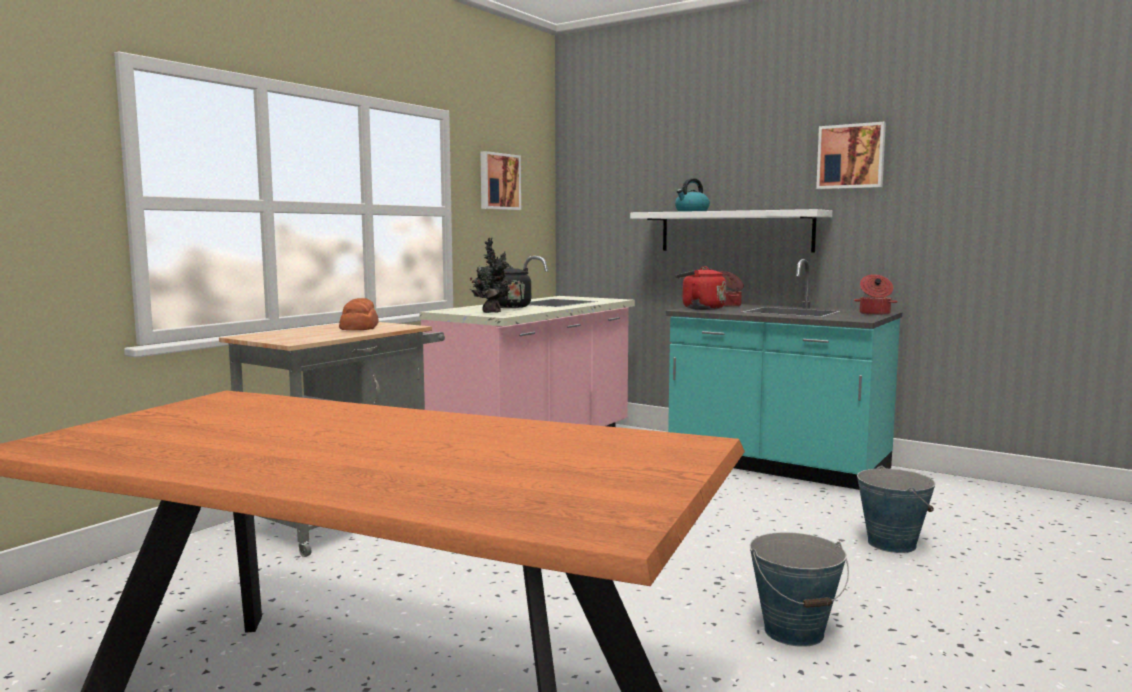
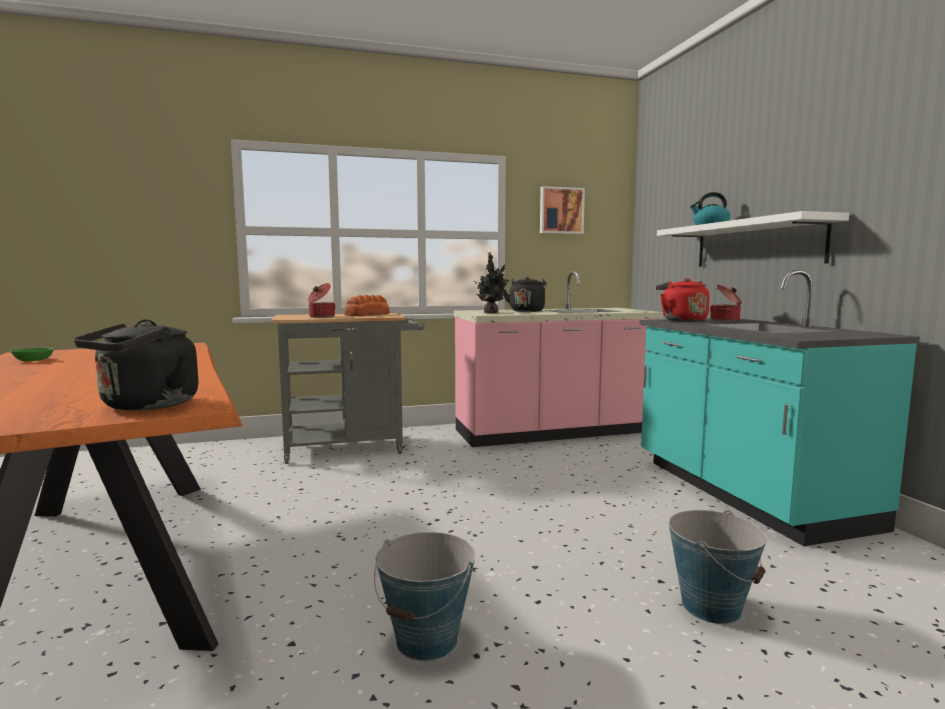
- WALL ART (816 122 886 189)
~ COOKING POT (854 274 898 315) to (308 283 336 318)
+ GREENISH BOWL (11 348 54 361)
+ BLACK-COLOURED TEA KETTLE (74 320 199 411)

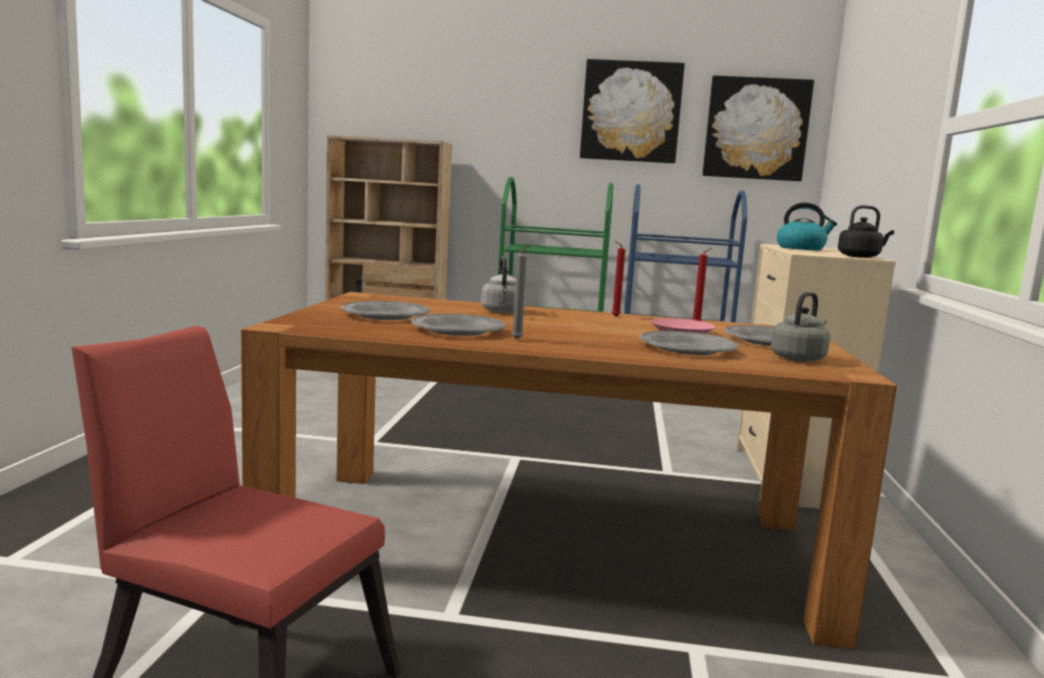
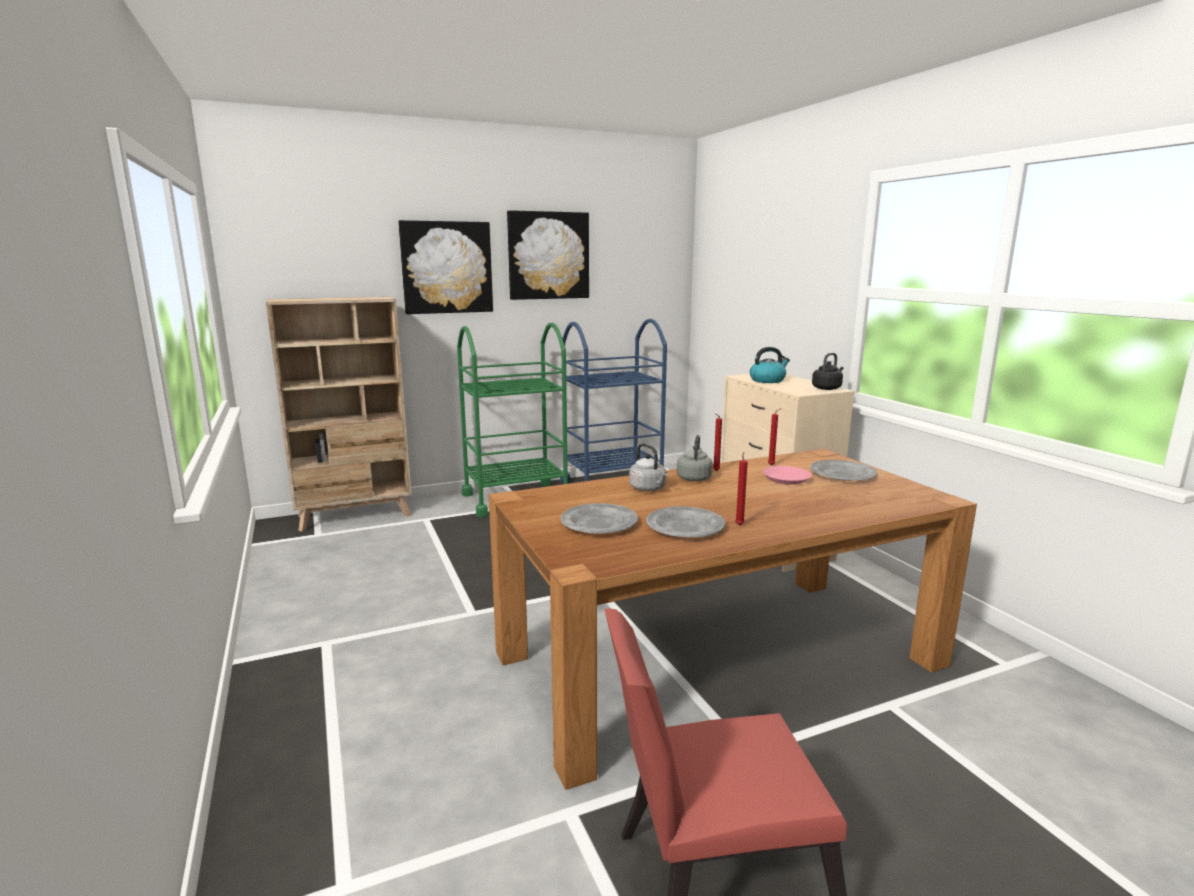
~ GREY WAX LIGHT (512 246 529 339) to RED WAX LIGHT (735 452 748 526)
- GREY DINNER PLATE (640 331 738 355)
~ WALL ART (702 76 814 181) to (398 220 493 314)
~ GREY TEA KETTLE (771 292 830 362) to (677 435 713 481)

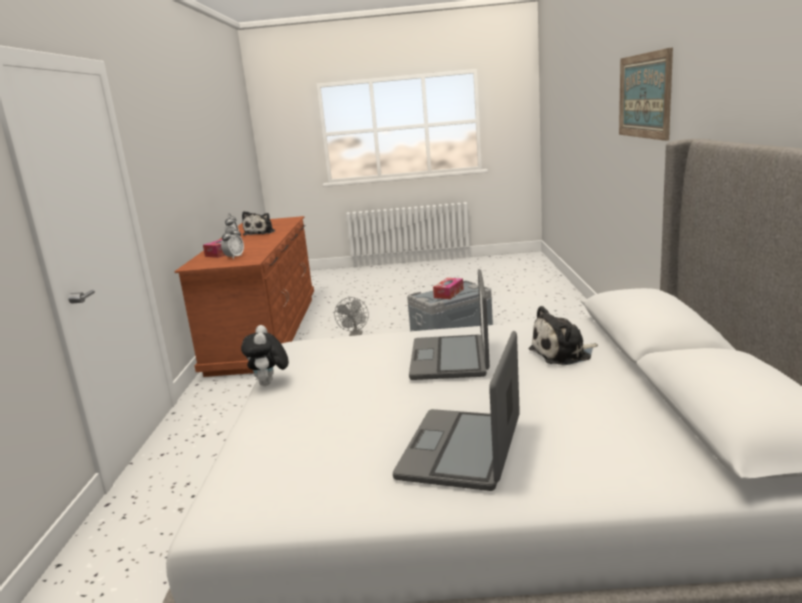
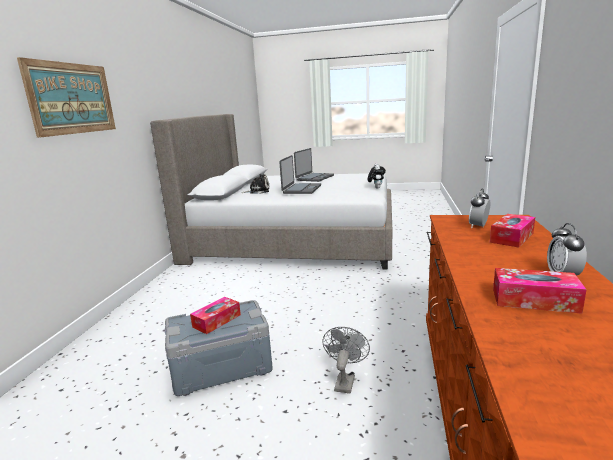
~ PLUSH TOY (242 211 275 235) to TISSUE HOLDER (493 268 587 314)

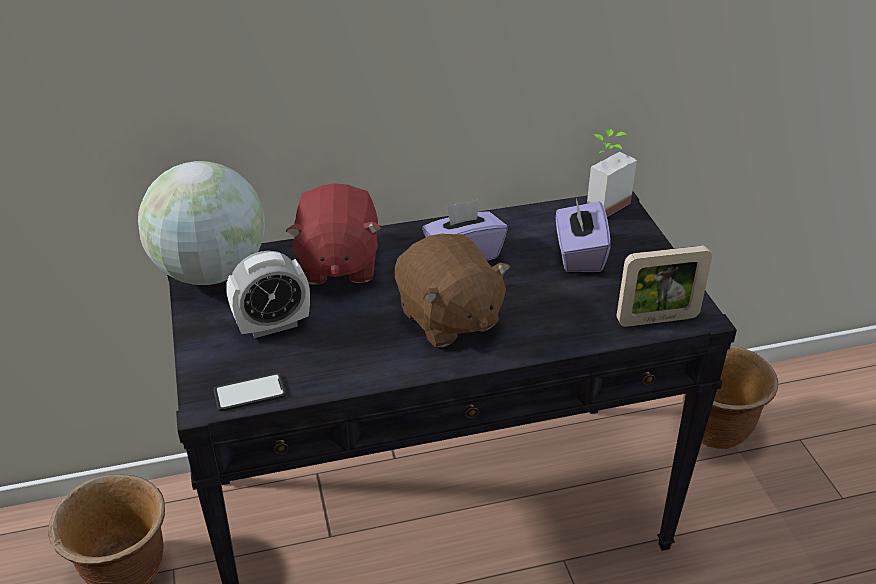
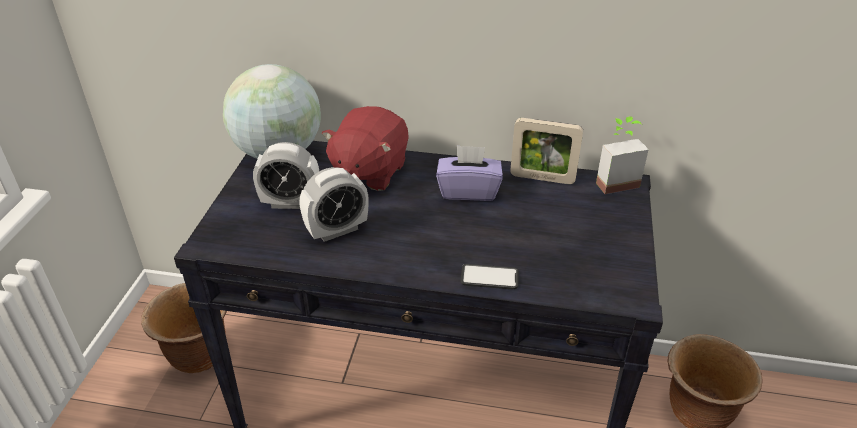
~ HANDSET (213 373 287 411) to (460 264 519 289)
- BROWN PLUSH TOY (395 234 510 347)
- PURPLE TISSUE HOLDER (556 198 611 272)
~ PHOTO FRAME (617 246 712 327) to (510 118 583 184)
+ BEDSIDE CLOCK (300 167 369 242)

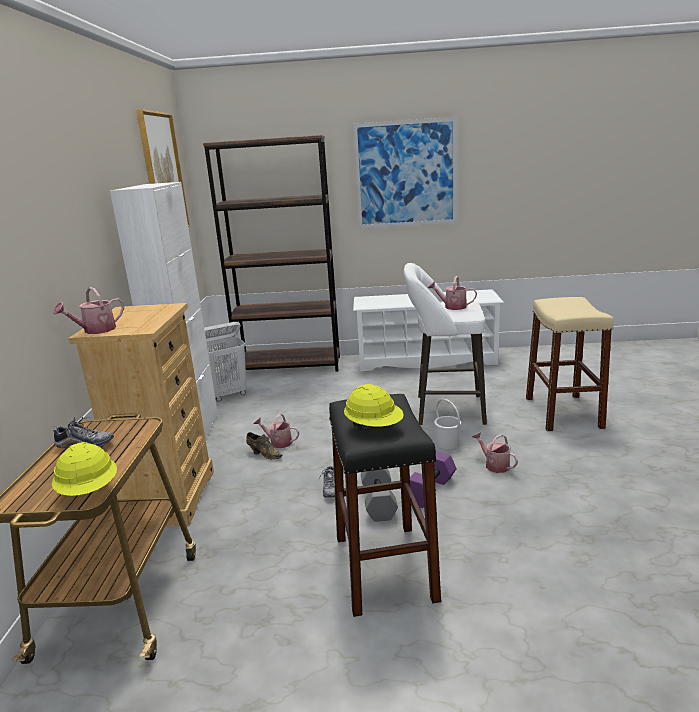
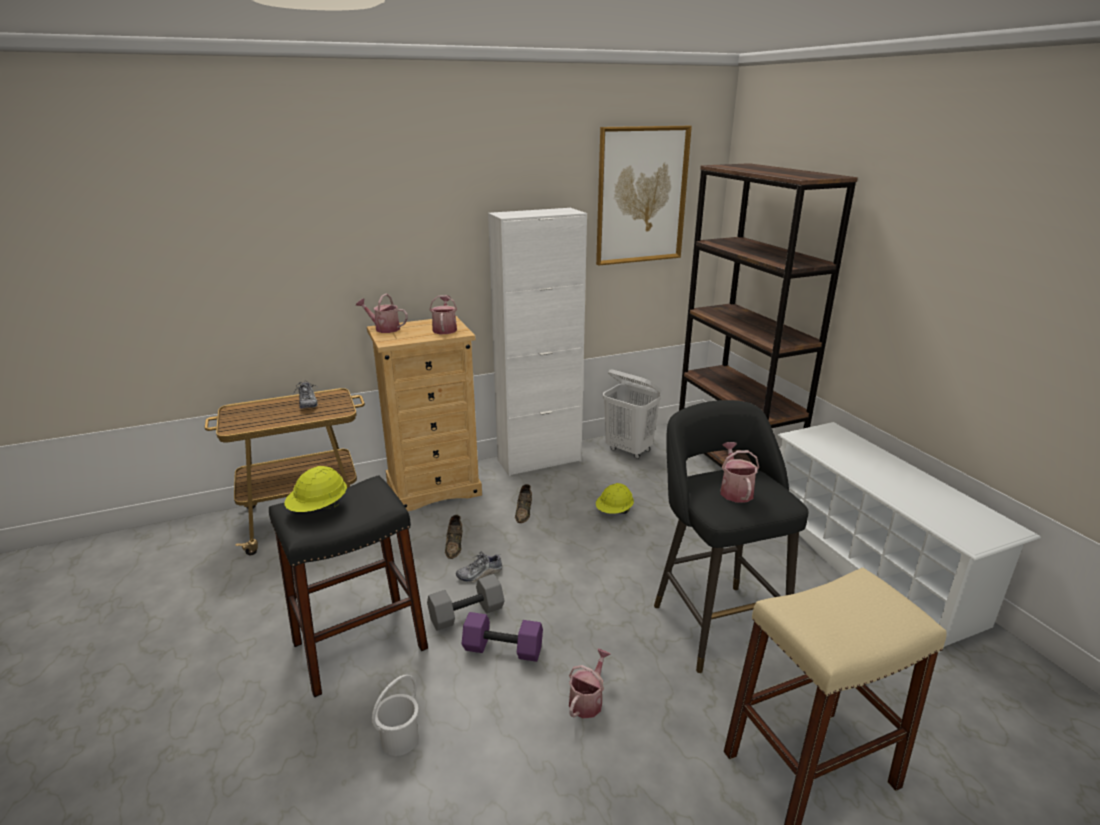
~ YELLOWISH HARD HAT (52 442 117 496) to (596 483 634 514)
~ WATERING CAN (254 414 299 448) to (430 295 457 334)
- WALL ART (353 117 457 229)
~ WHITISH SITTING STOOL (404 263 487 425) to BLACK-COLOURED SITTING STOOL (654 400 808 673)
~ WHITISH BUCKET (434 399 461 449) to (372 675 419 756)
+ BROWN ITEM OF FOOTWEAR (445 515 463 559)

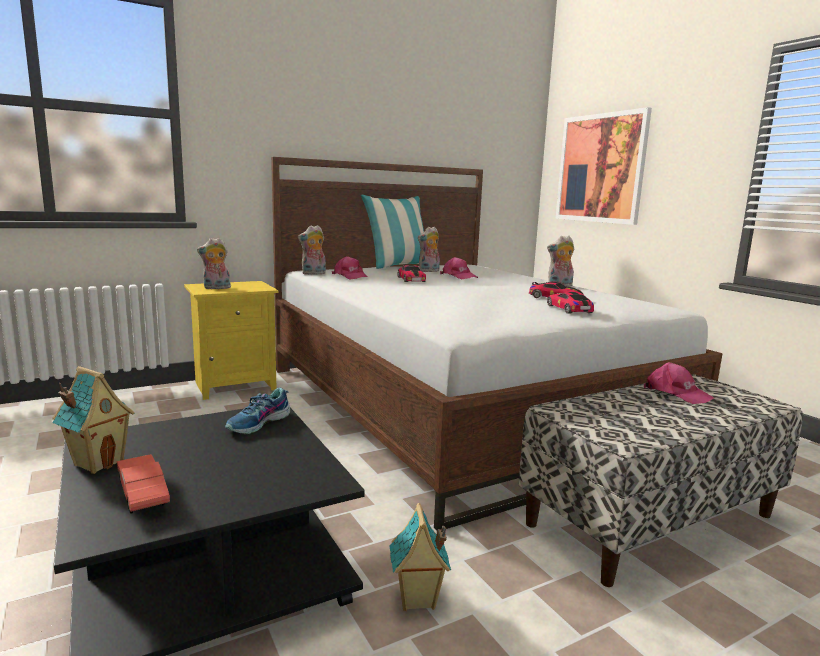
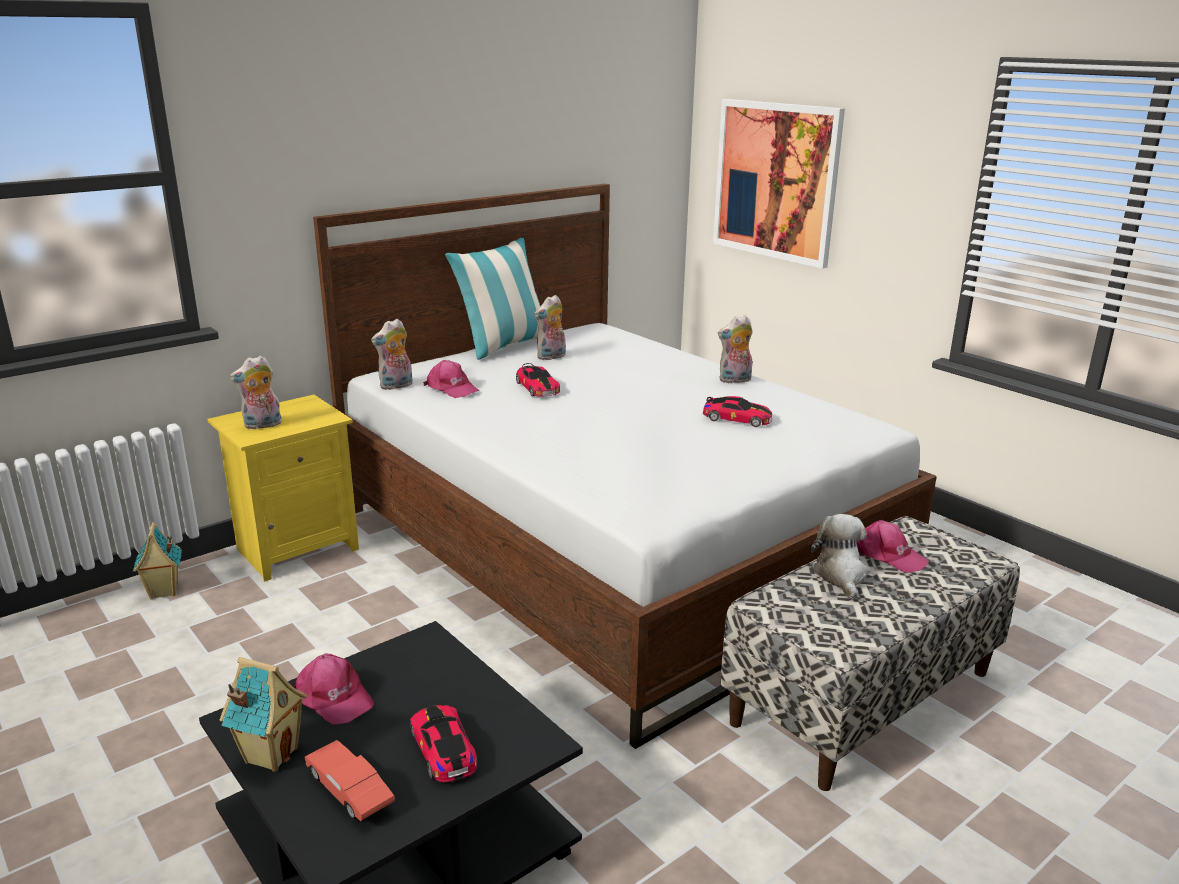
- ITEM OF FOOTWEAR (225 388 290 434)
~ MODEL HOUSE (390 503 451 611) to (133 522 182 600)
~ PINKISH BASEBALL CAP (440 257 478 279) to (292 654 374 725)
~ MODEL CAR (547 292 594 314) to (410 705 478 782)
+ PLUSH TOY (810 514 869 600)

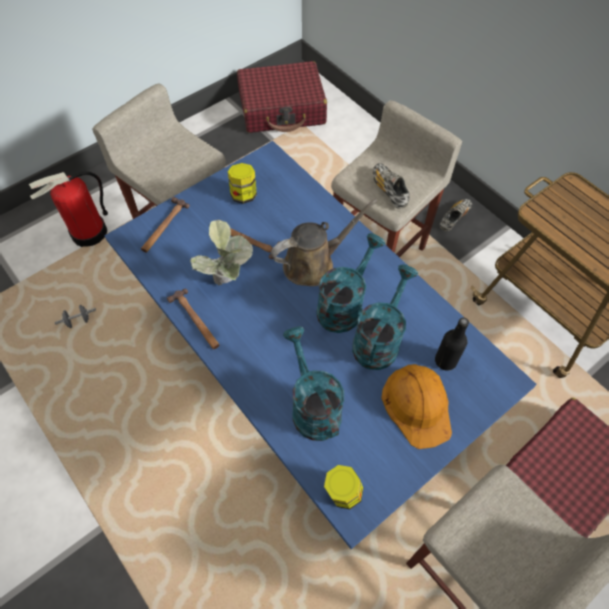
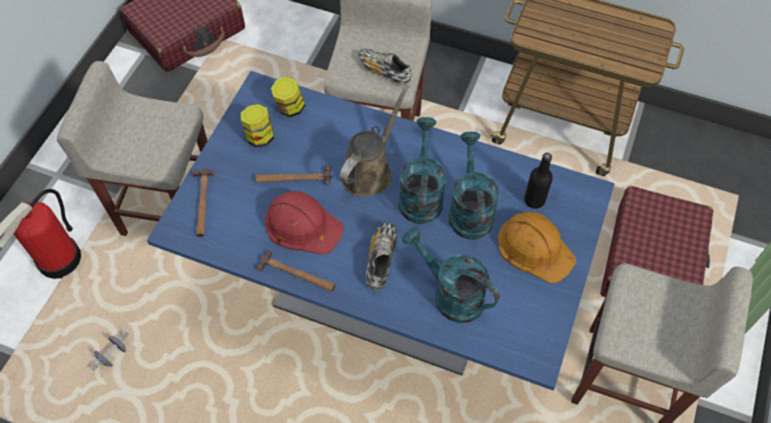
~ POTTED PLANT (190 219 253 286) to RED HARD HAT (265 191 344 255)
~ PRESERVE JAR (324 465 363 509) to (271 76 305 117)
~ ITEM OF FOOTWEAR (440 199 472 231) to (366 223 397 290)

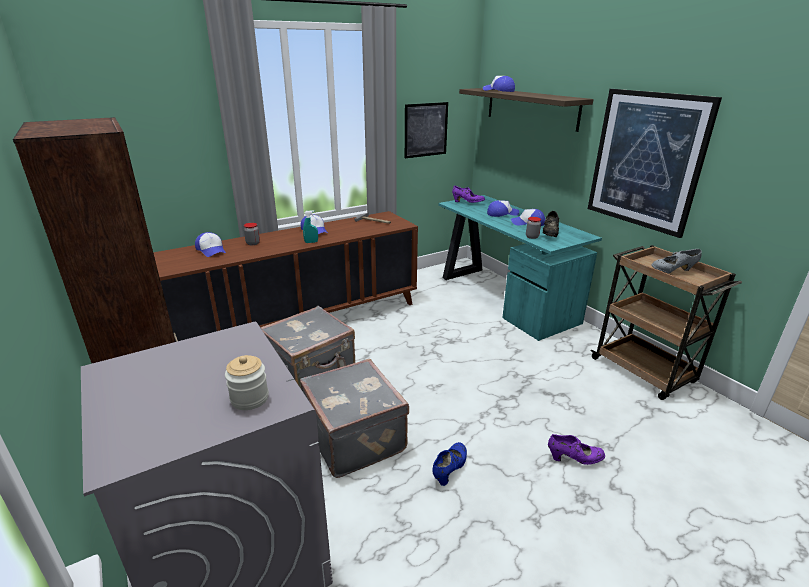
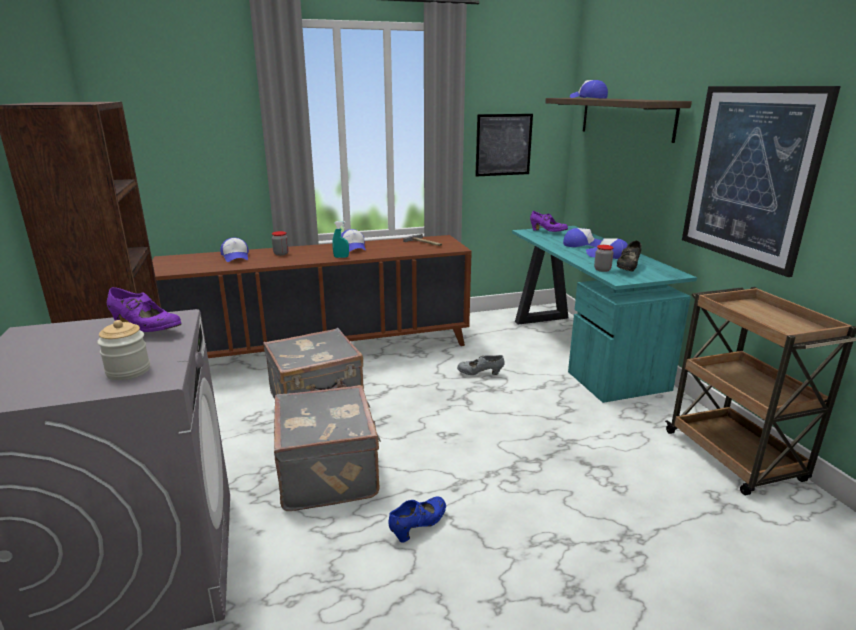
~ PURPLE ITEM OF FOOTWEAR (548 434 605 465) to (107 287 182 332)
~ GREY ITEM OF FOOTWEAR (651 249 702 273) to (457 355 505 375)

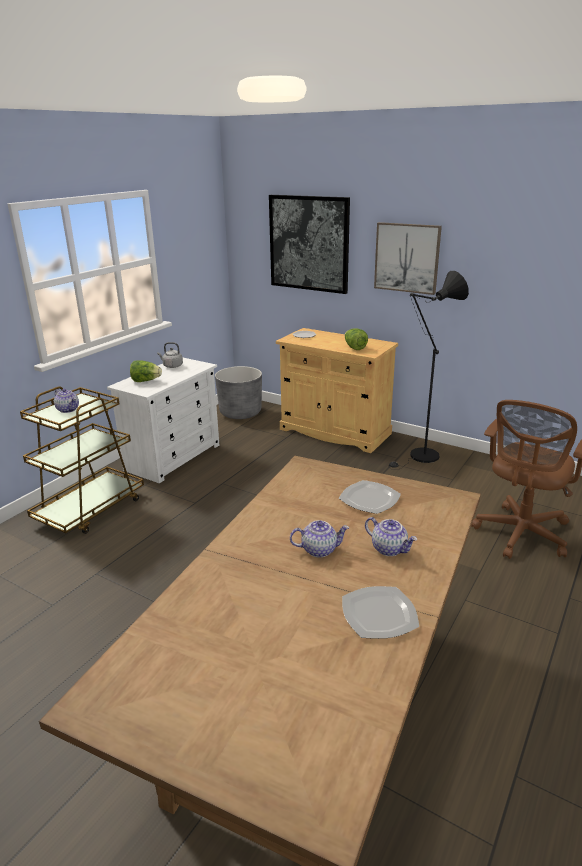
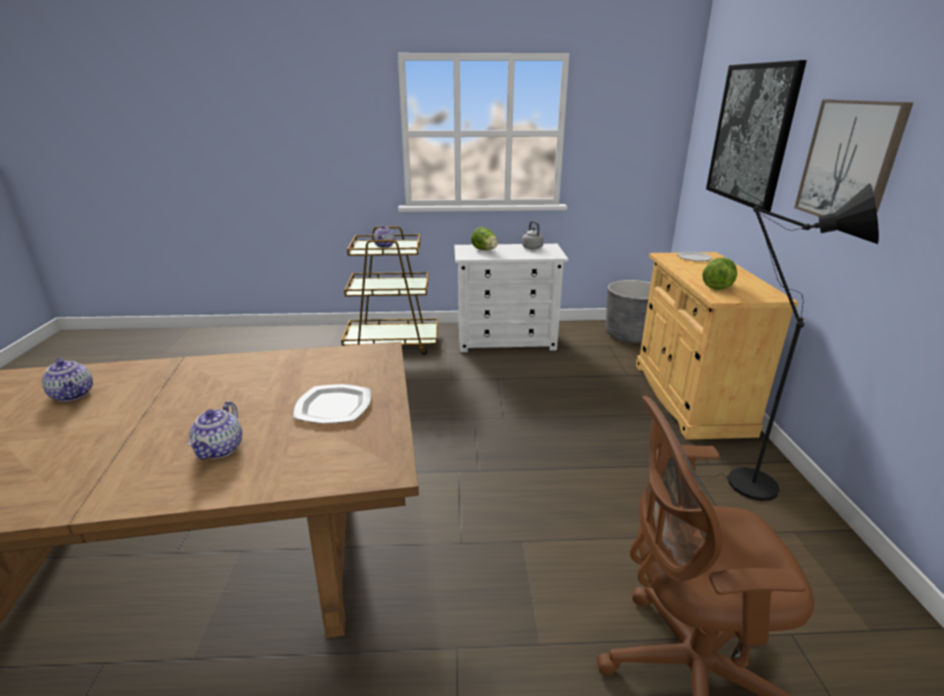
~ POT FOR TEA (290 520 349 557) to (42 357 93 402)
- DINNER PLATE (342 586 419 639)

